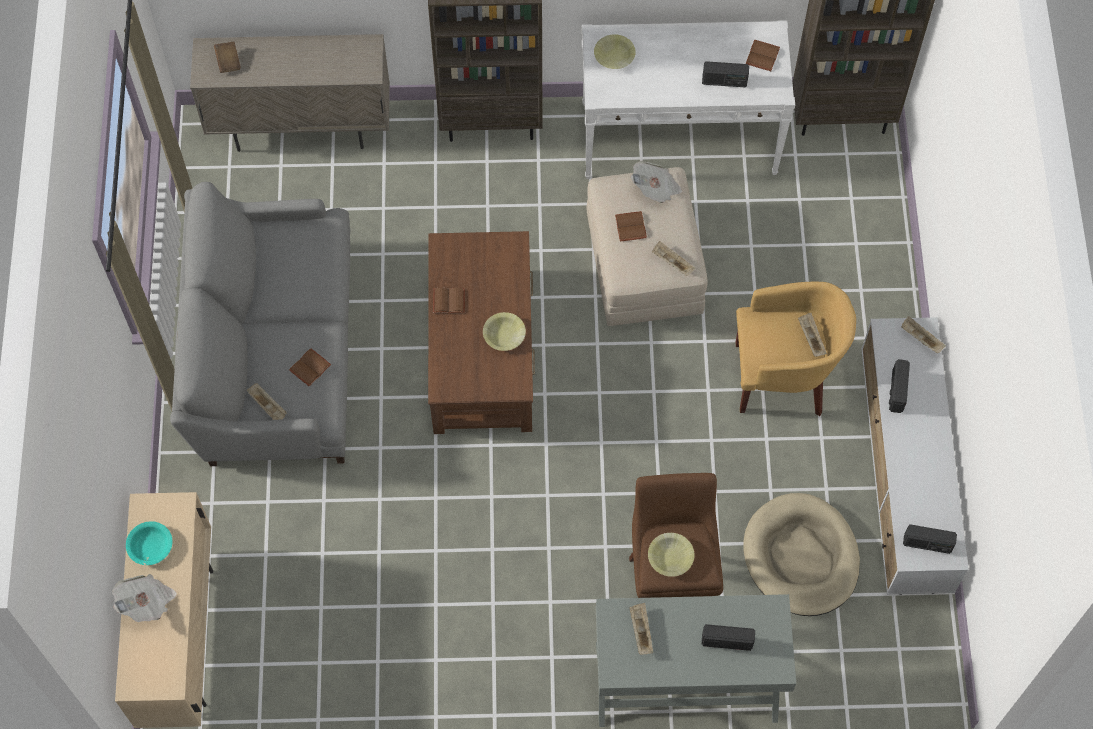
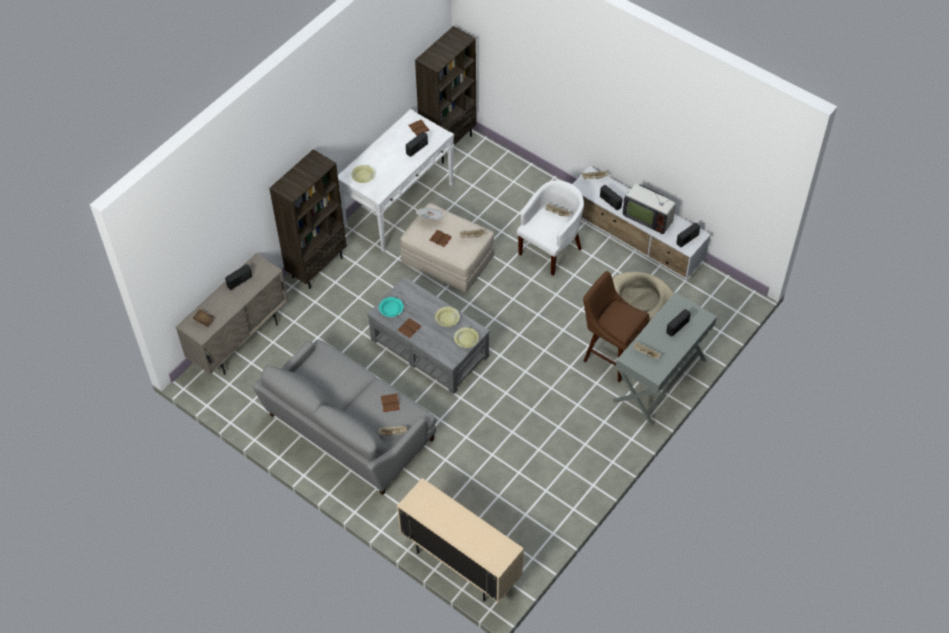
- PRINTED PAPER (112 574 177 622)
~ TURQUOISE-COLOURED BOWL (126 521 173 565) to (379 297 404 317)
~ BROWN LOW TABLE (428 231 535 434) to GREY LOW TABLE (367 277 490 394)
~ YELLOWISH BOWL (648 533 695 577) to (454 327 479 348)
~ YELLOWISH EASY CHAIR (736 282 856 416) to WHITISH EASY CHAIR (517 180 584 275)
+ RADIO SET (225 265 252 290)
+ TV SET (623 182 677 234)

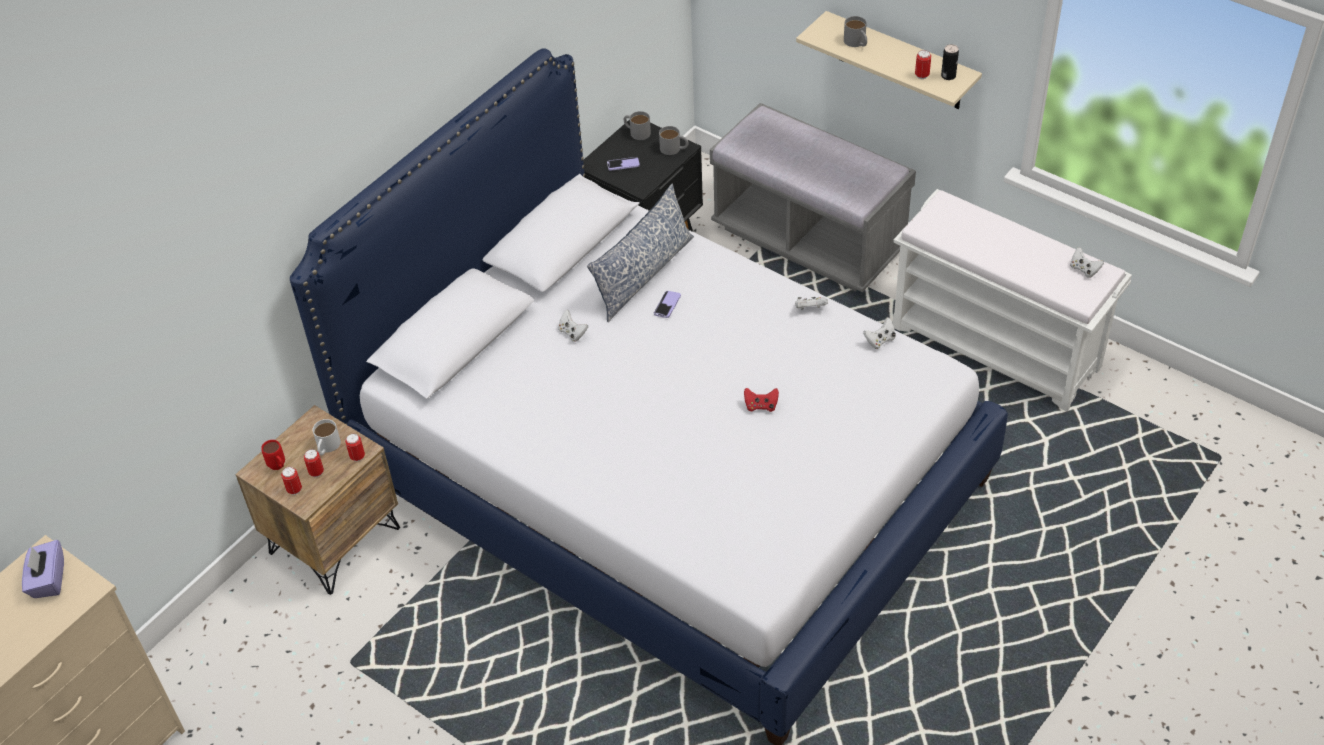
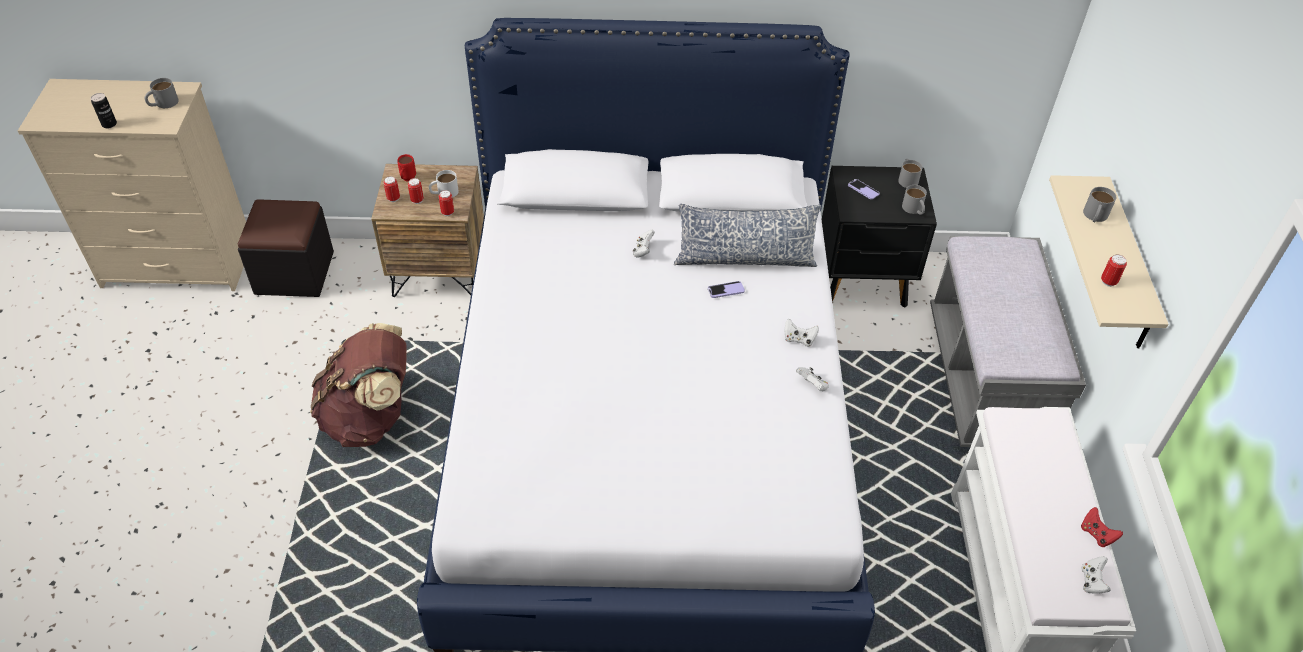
~ PURPLE TISSUE HOLDER (22 540 64 598) to GREY MUG (145 78 179 108)
~ RED GAME CONTROLLER (744 388 779 412) to (1081 507 1123 547)
~ WHITISH GAME CONTROLLER (863 317 896 349) to (785 319 819 347)
~ SEALED CAN (941 44 959 80) to (91 93 117 128)
+ BLACK-COLOURED POUFFE (238 199 334 297)
+ BROWN BACKPACK (310 323 406 447)

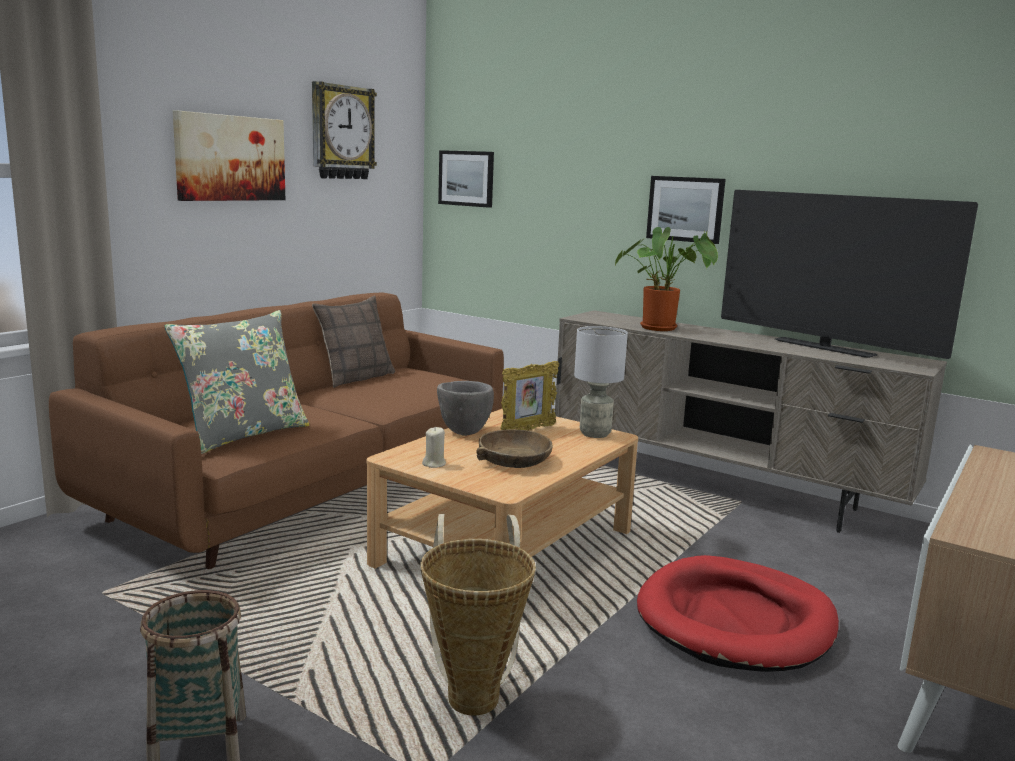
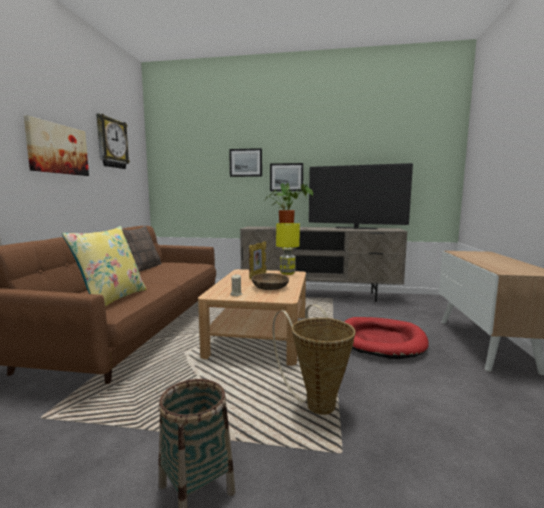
~ GREY THROW PILLOW (164 310 310 454) to YELLOWISH THROW PILLOW (62 226 147 306)
- GREY BOWL (437 381 494 436)
~ WALL ART (438 150 494 208) to (229 148 262 177)
~ GREY TABLETOP LAMP (574 326 628 438) to YELLOWISH TABLETOP LAMP (276 223 300 275)

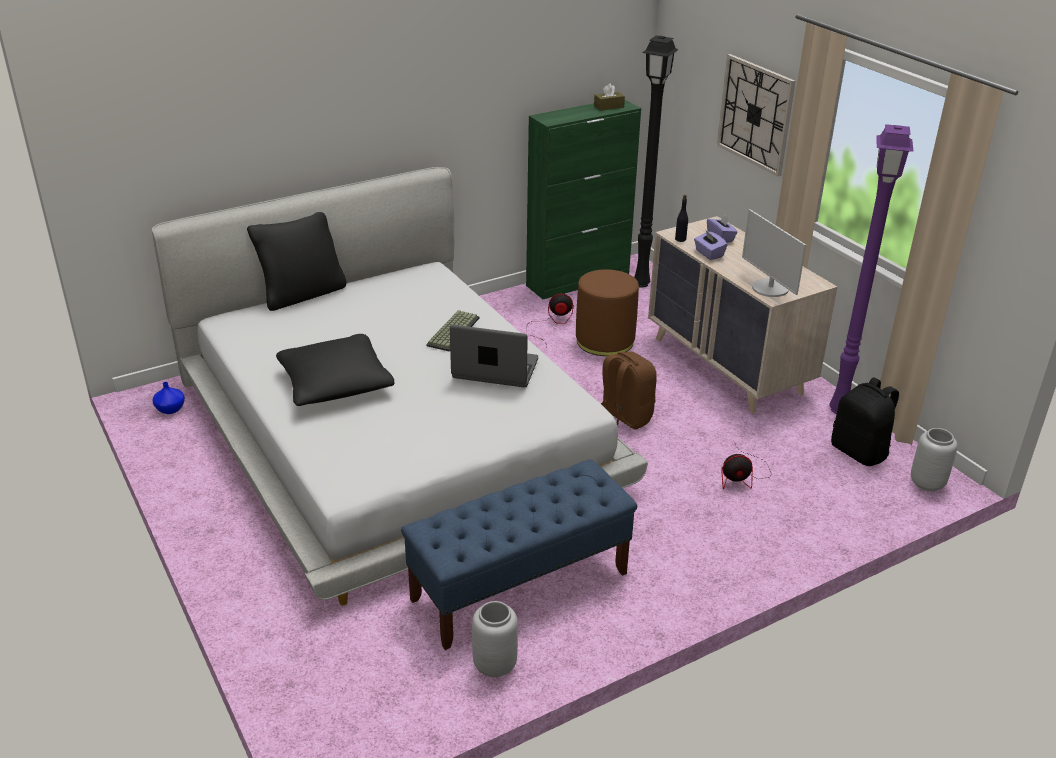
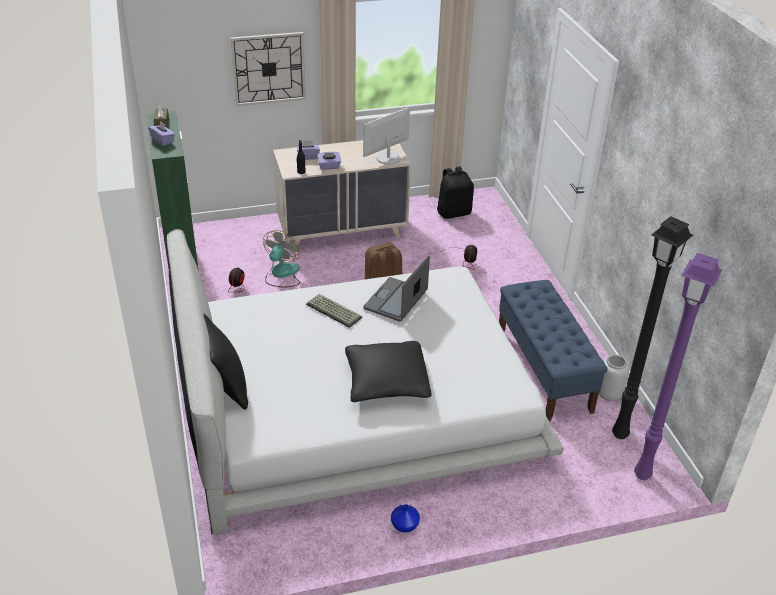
~ BLUE-COLOURED VASE (152 382 185 414) to (391 504 420 533)
~ BROWN POUFFE (576 269 639 356) to COOLING FAN (263 230 300 288)
~ BLACK-COLOURED STANDING LAMP (634 36 679 288) to (612 216 693 439)
~ MONITOR (742 209 806 297) = (363 107 410 165) 150 degrees clockwise
~ PURPLE STANDING LAMP (829 124 914 414) to (634 253 722 480)
- GREY VASE (911 428 957 492)
+ PURPLE TISSUE HOLDER (148 121 175 146)

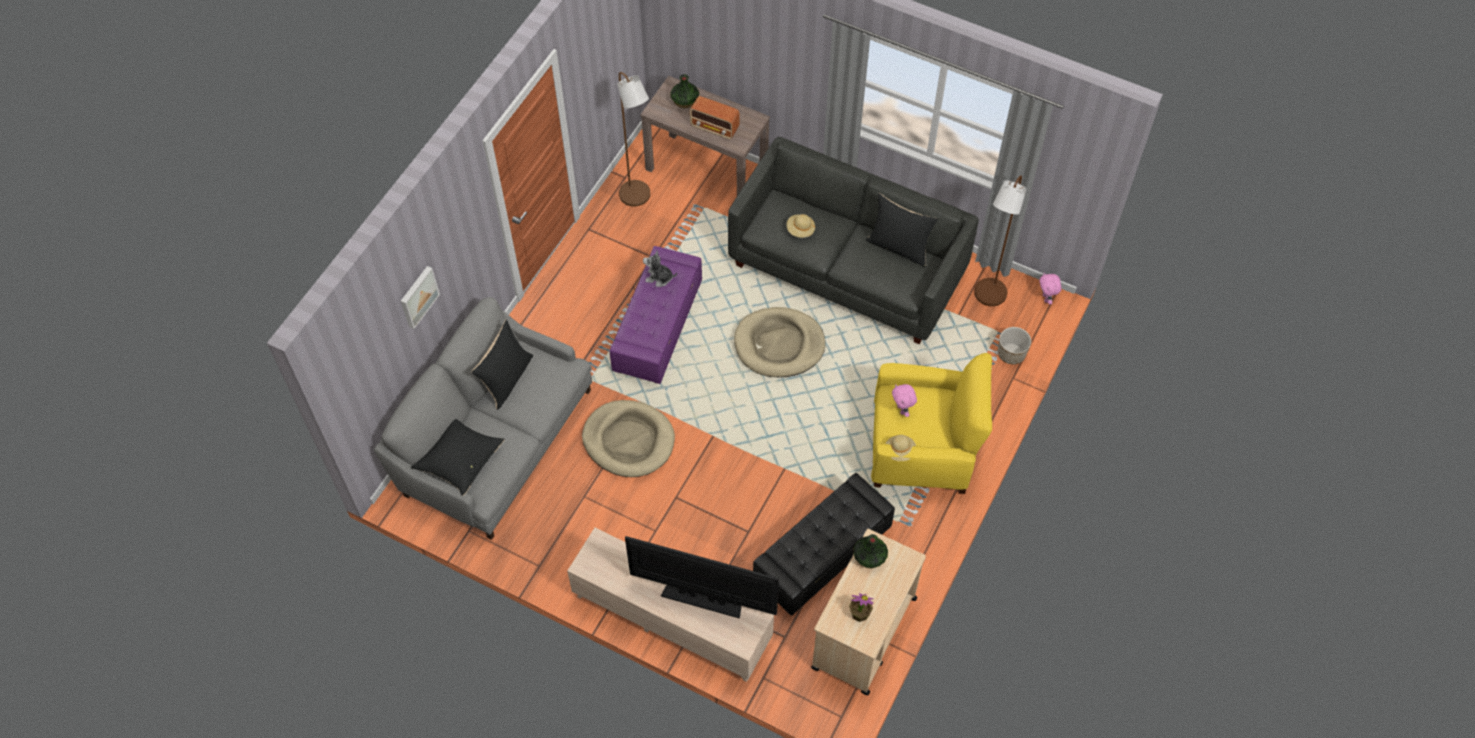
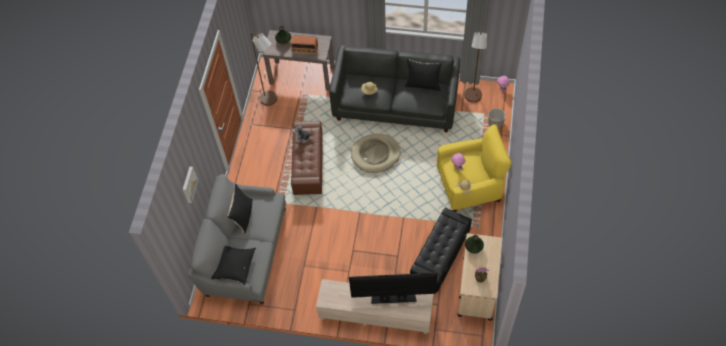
- SAND-COLOURED DOG CUSHION (582 400 675 477)
~ PURPLE POUFFE (610 246 702 384) to BROWN POUFFE (291 121 323 195)

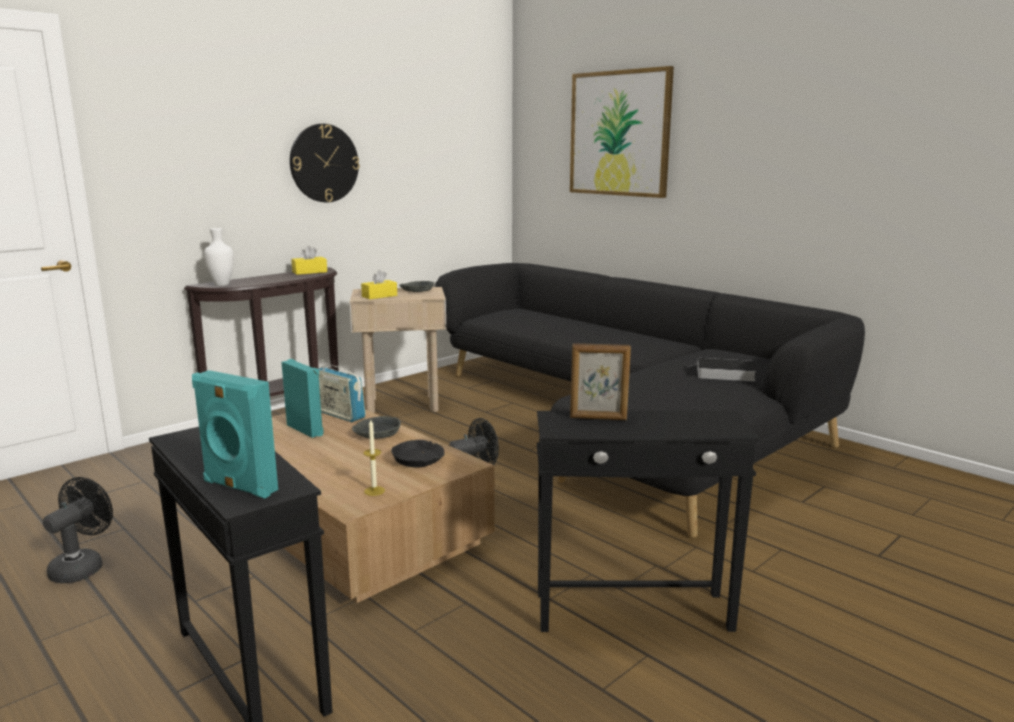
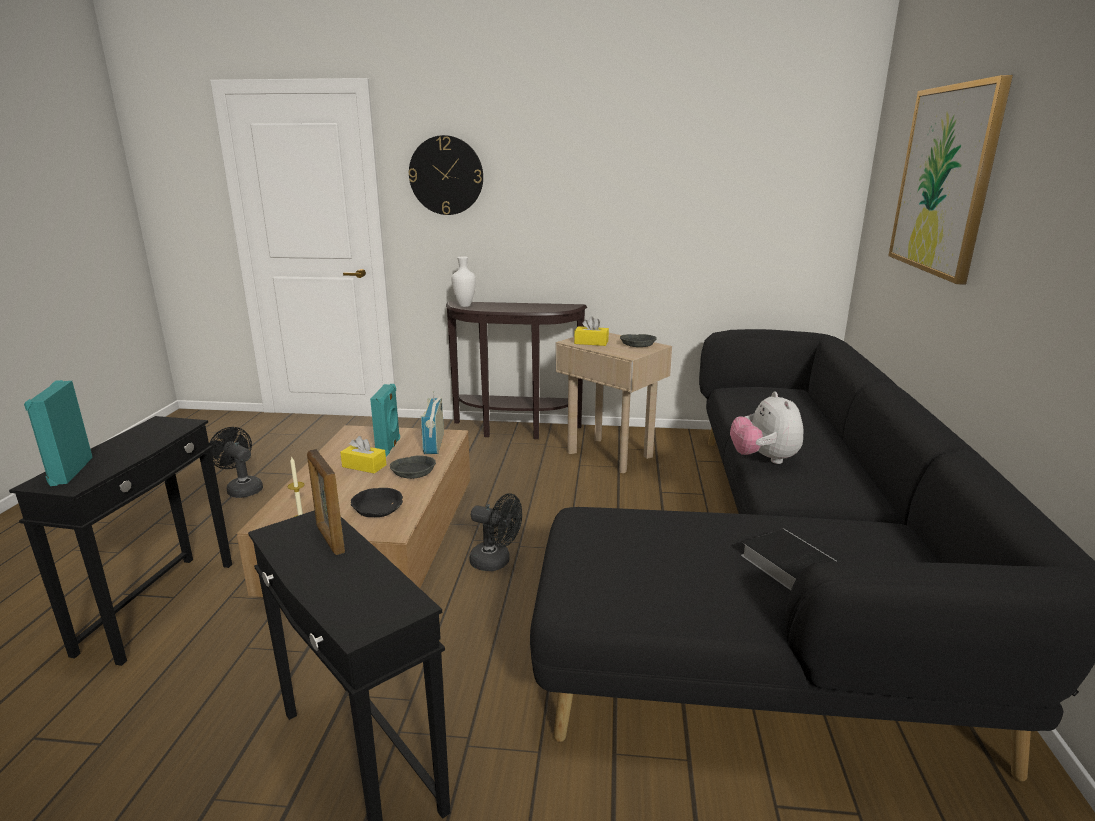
~ BLACK-COLOURED COOLING FAN (43 477 113 583) = (209 427 263 498) 120 degrees counterclockwise
~ WALL CLOCK (290 124 360 202) to (409 135 483 215)
~ YELLOWISH TISSUE HOLDER (291 246 327 275) to (340 436 386 474)
+ PLUSH TOY (730 392 804 464)

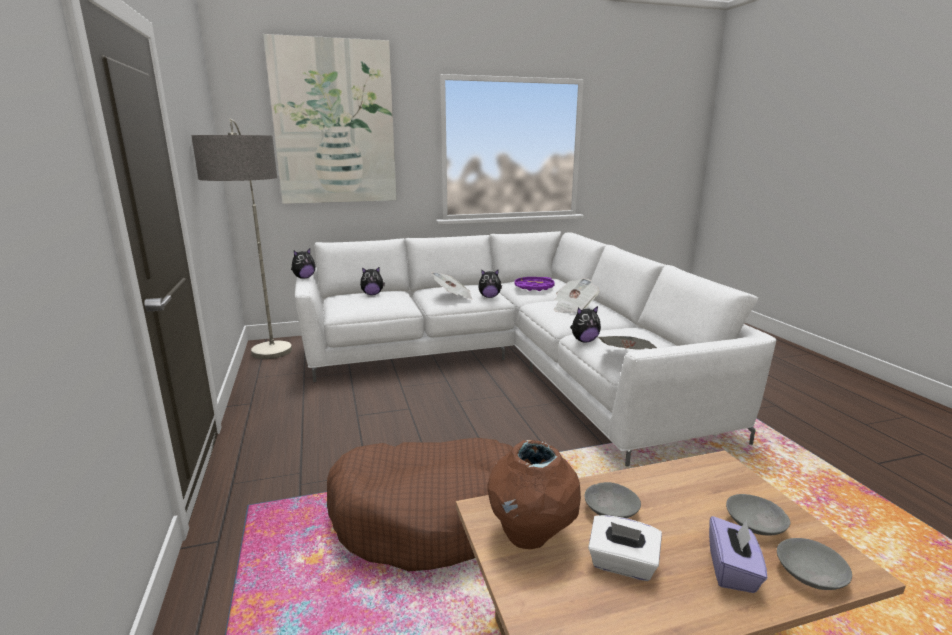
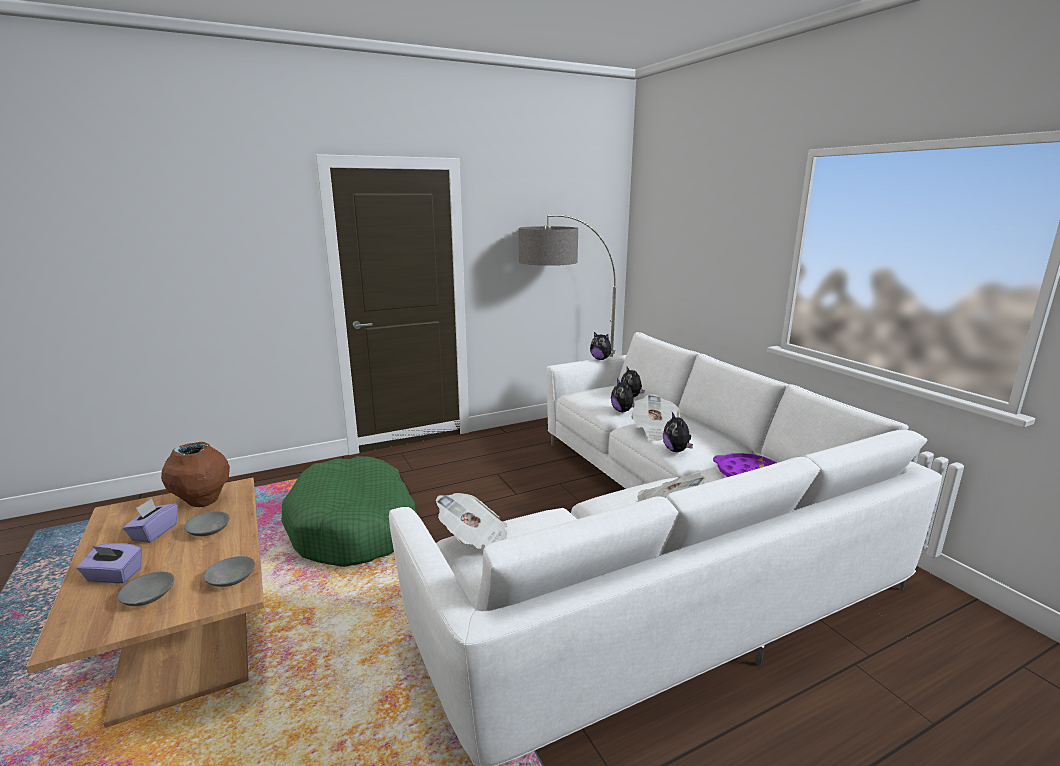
- WALL ART (263 34 397 204)
~ BROWN DOG CUSHION (327 438 513 571) to GREENISH DOG CUSHION (281 456 417 567)
~ PLUSH TOY (570 306 601 343) to (611 379 635 412)
~ WHITISH TISSUE HOLDER (588 515 662 581) to PURPLE TISSUE HOLDER (123 499 178 543)
~ GREY BOWL (777 538 852 590) to (204 556 255 587)

